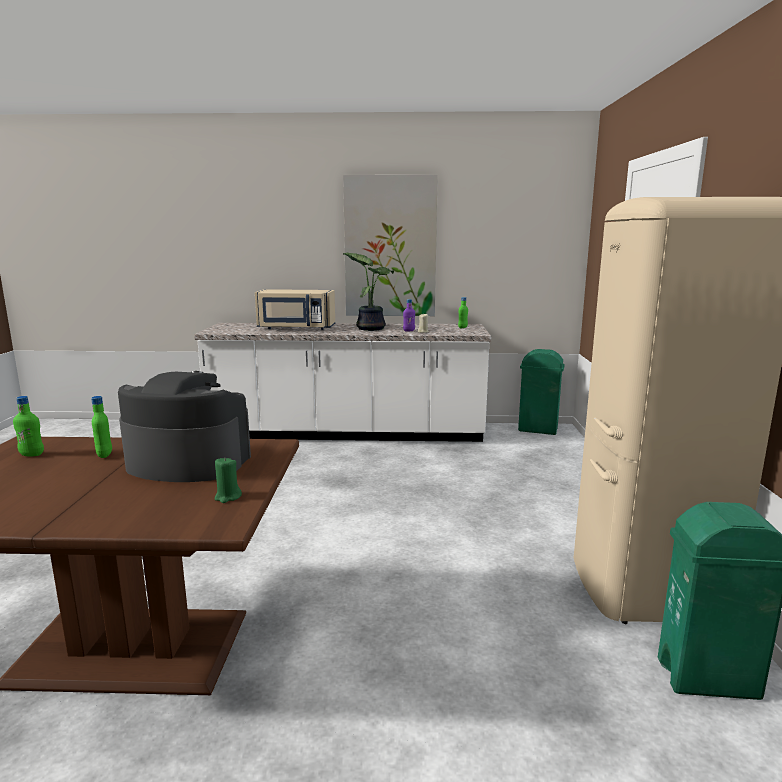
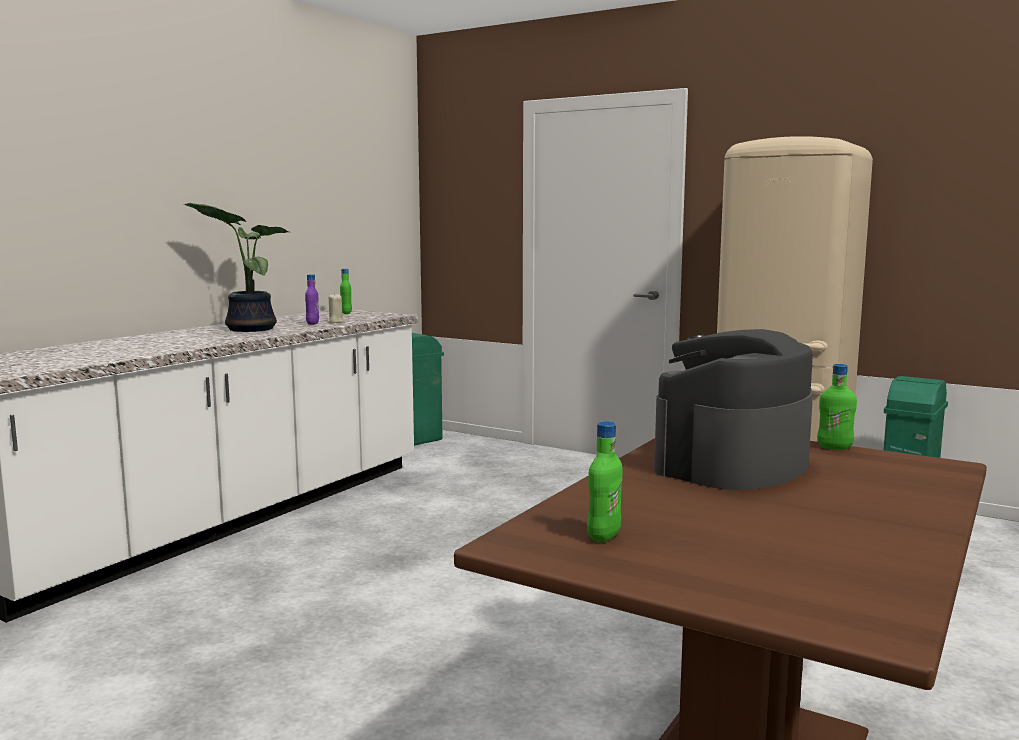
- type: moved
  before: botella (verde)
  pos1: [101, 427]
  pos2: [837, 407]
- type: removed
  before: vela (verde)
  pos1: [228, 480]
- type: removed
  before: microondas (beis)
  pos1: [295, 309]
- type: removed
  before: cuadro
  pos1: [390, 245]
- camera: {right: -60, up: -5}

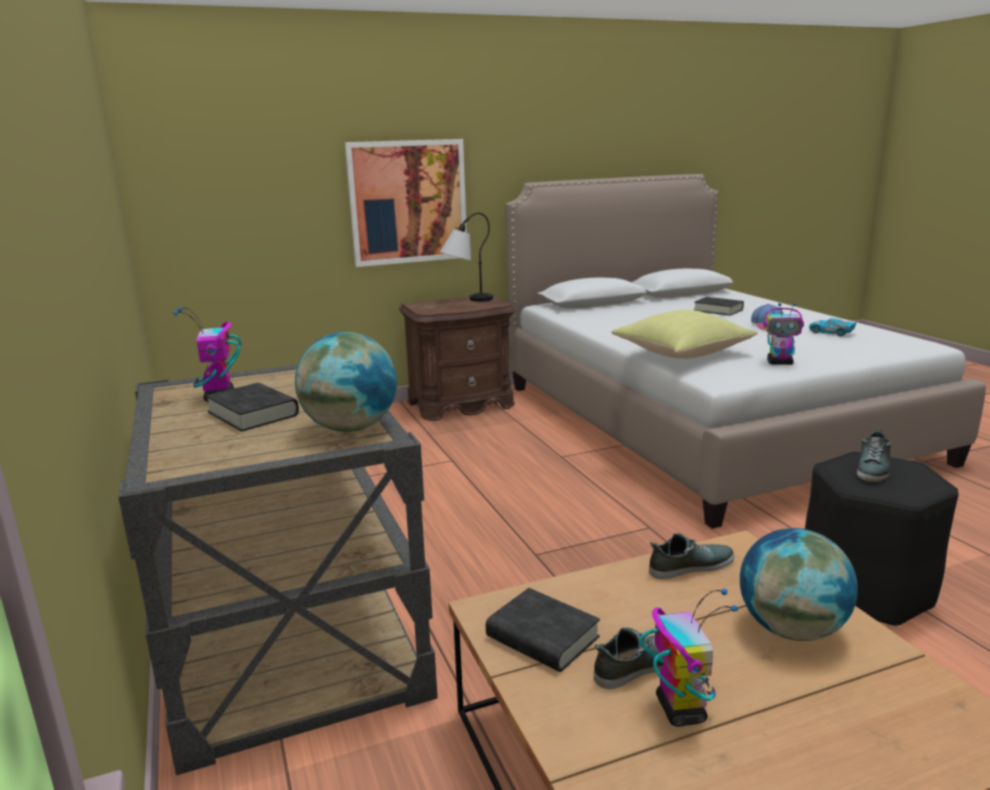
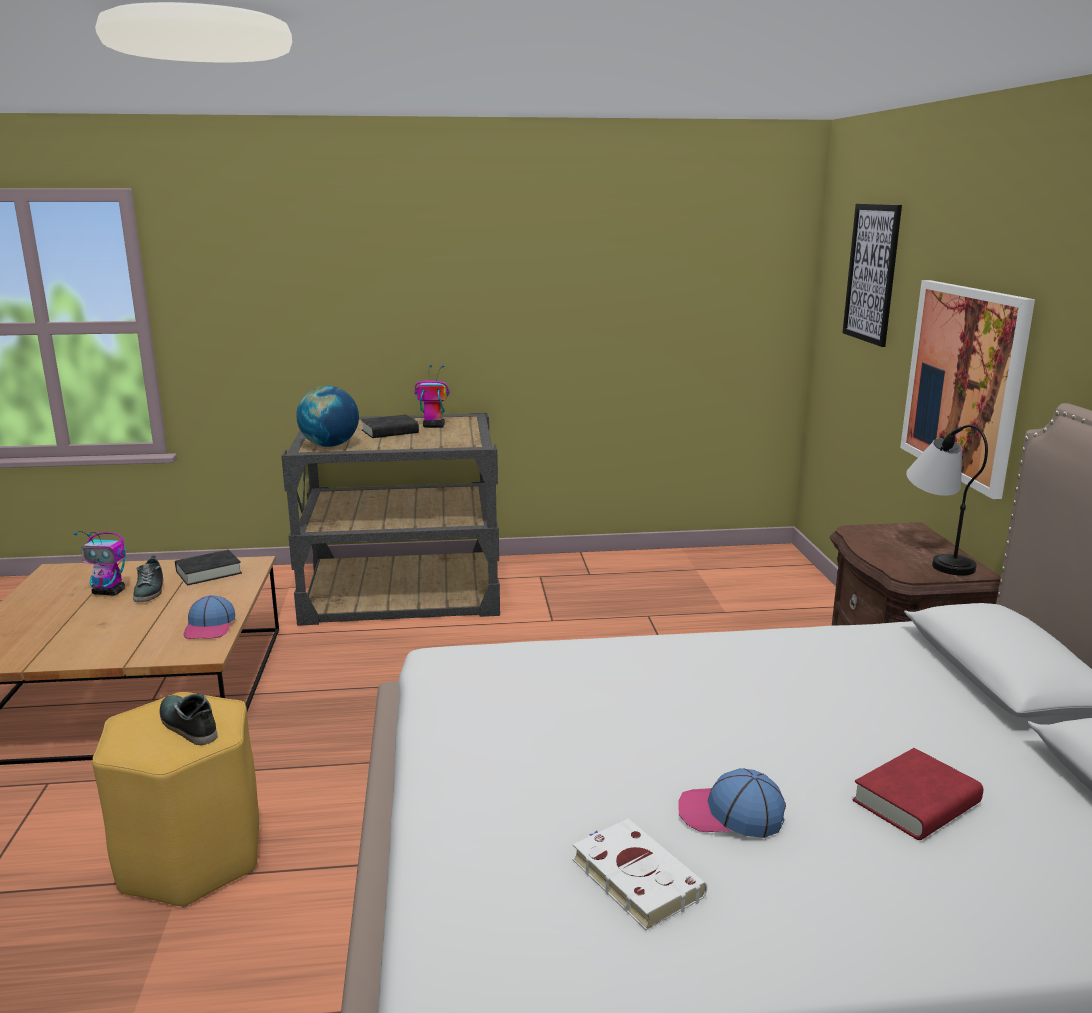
- type: removed
  before: cojín (amarillo)
  pos1: [684, 334]
- type: replaced
  before: zapato
  after: gorra
  pos1: [691, 556]
  pos2: [209, 617]
- type: recoloured
  before: libro (negro)
  after: libro (rojo)
  pos1: [719, 306]
  pos2: [917, 794]
- type: removed
  before: globo terráqueo
  pos1: [799, 584]
- type: removed
  before: robot de juguete
  pos1: [784, 334]
- type: recoloured
  before: taburete (negro)
  after: taburete (amarillo)
  pos1: [882, 539]
  pos2: [175, 800]
- type: replaced
  before: coche de juguete
  after: libro (blanco)
  pos1: [833, 327]
  pos2: [639, 874]
- type: added
  after: cuadro
  pos2: [872, 275]
- camera: {right: 105, up: 0}

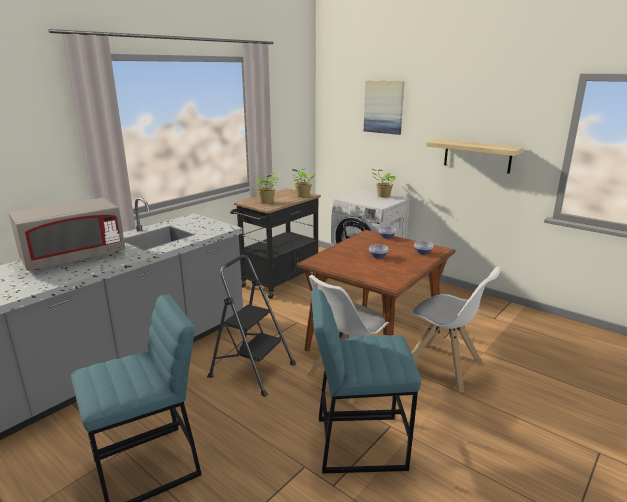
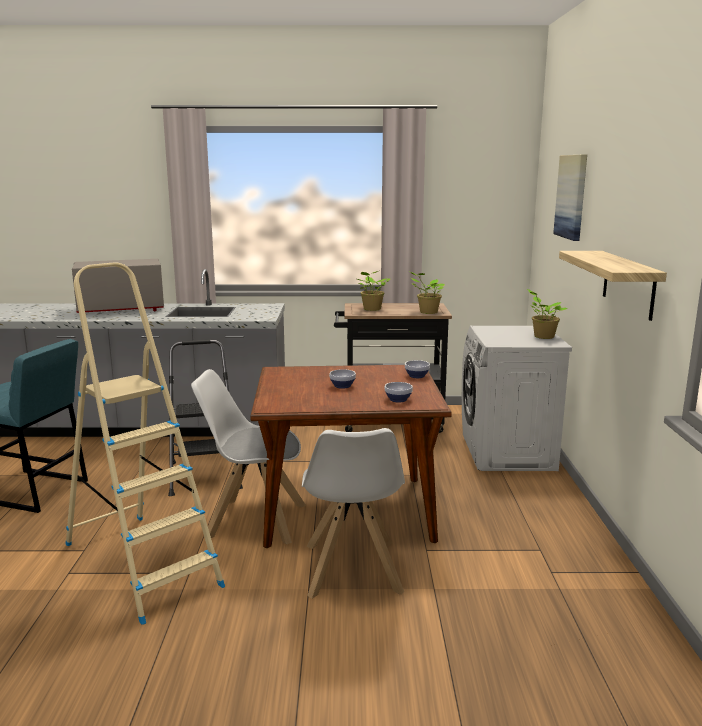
- type: turned
  before: microondas (gris)
  pos1: [67, 234]
  pos2: [118, 286]
  turn: 150
- type: replaced
  before: taburete (azul)
  after: escalera de tijera (beis)
  pos1: [366, 381]
  pos2: [145, 443]
- camera: {right: 50, up: -5}

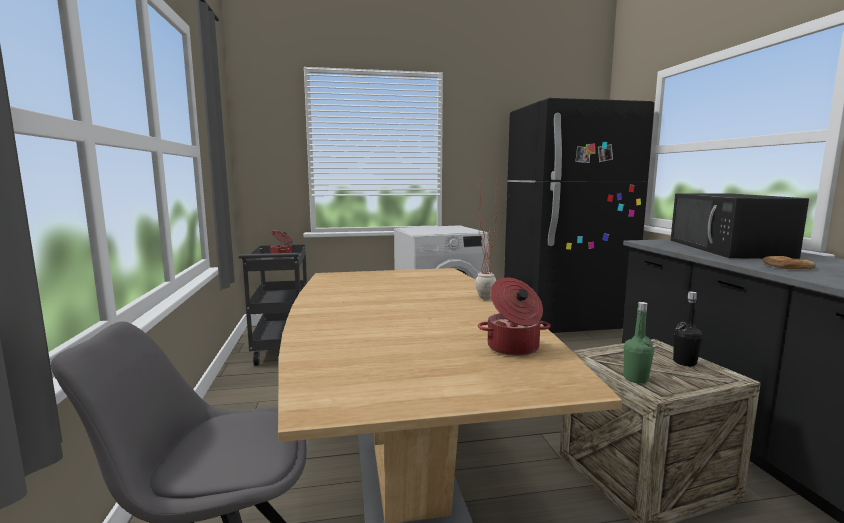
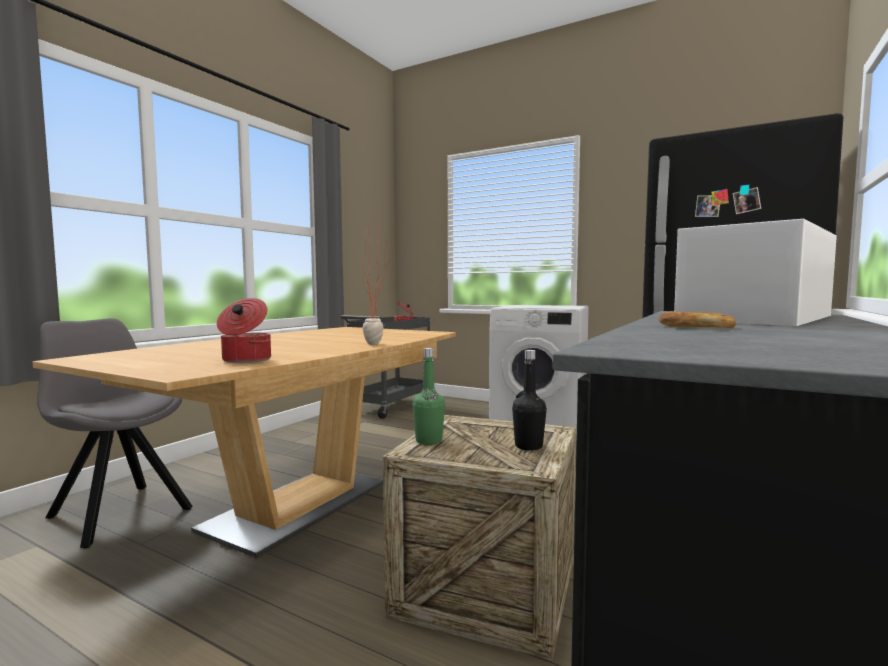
- type: recoloured
  before: microondas (negro)
  after: microondas (blanco)
  pos1: [739, 226]
  pos2: [755, 272]
- camera: {right: 40, up: -5}

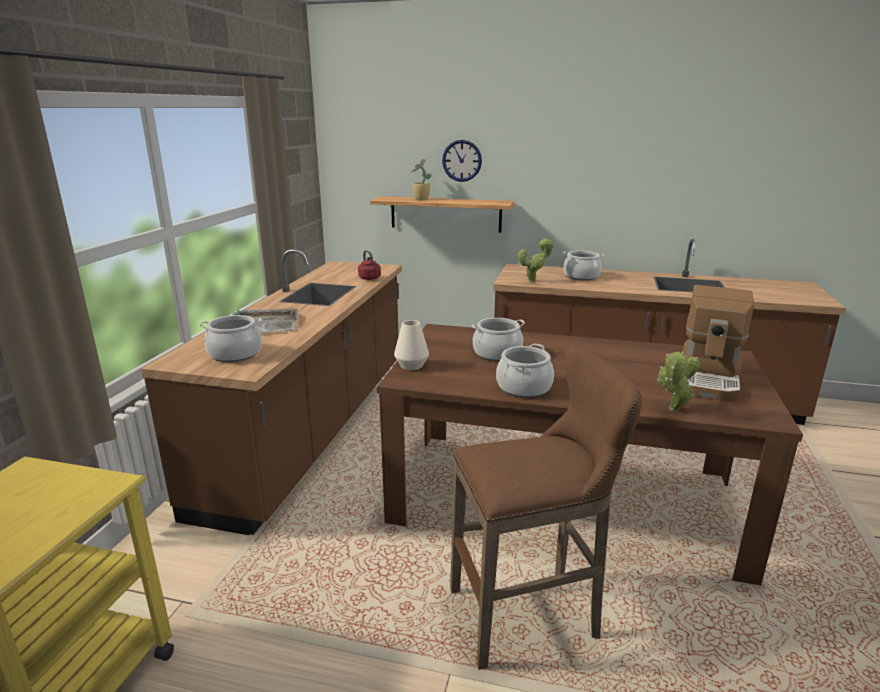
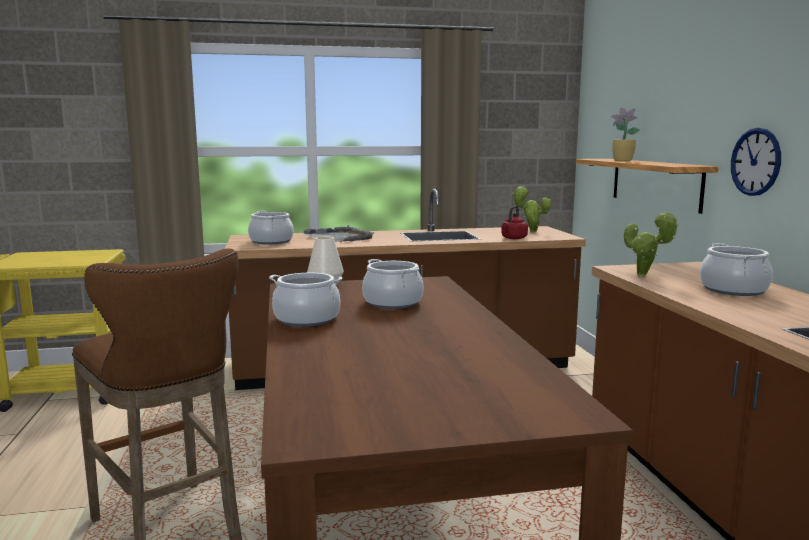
- type: moved
  before: reloj de pared
  pos1: [462, 161]
  pos2: [756, 162]
- type: moved
  before: planta en maceta
  pos1: [678, 381]
  pos2: [531, 209]
- type: removed
  before: cafetera
  pos1: [718, 343]
- camera: {right: 65, up: -10}

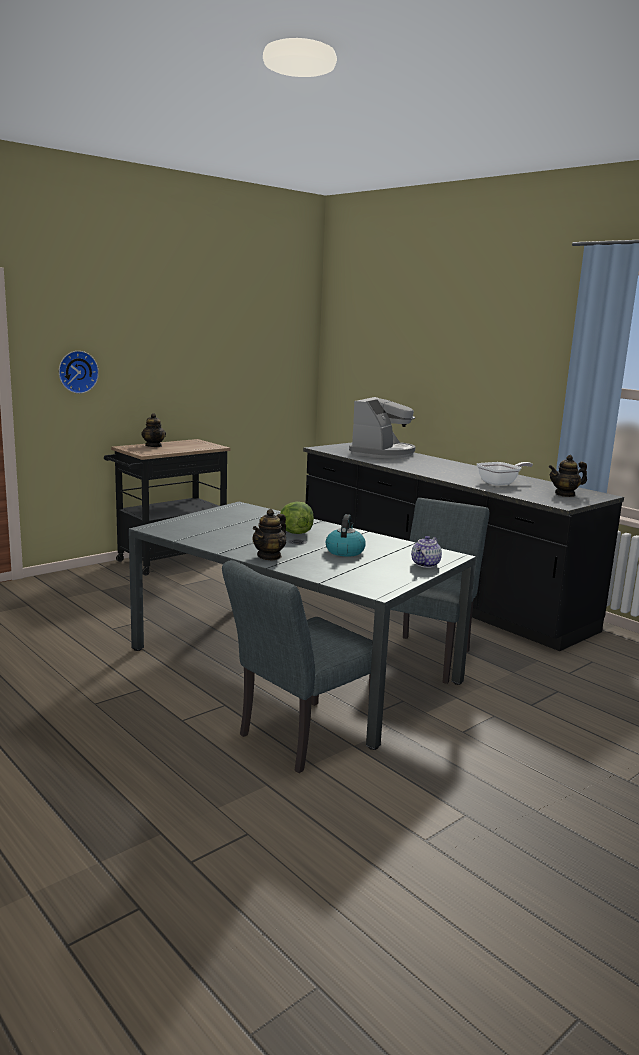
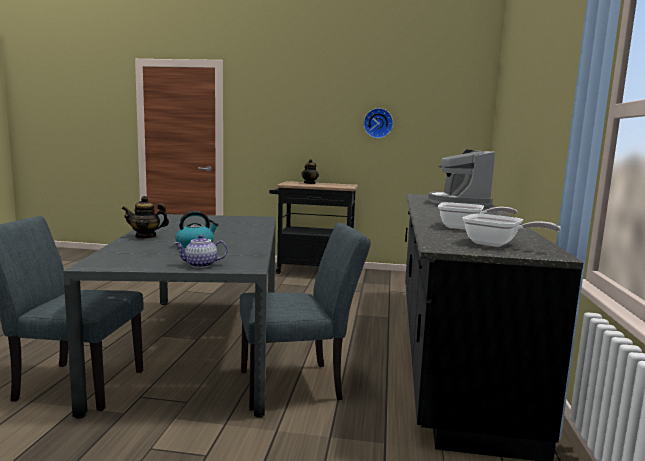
- type: moved
  before: reloj de pared
  pos1: [79, 372]
  pos2: [378, 123]
- type: removed
  before: lechuga
  pos1: [297, 518]
- type: turned
  before: cafetera
  pos1: [382, 427]
  pos2: [461, 178]
  turn: 105
- type: replaced
  before: tetera
  after: sartén
  pos1: [568, 476]
  pos2: [511, 230]
- camera: {right: 50, up: -5}

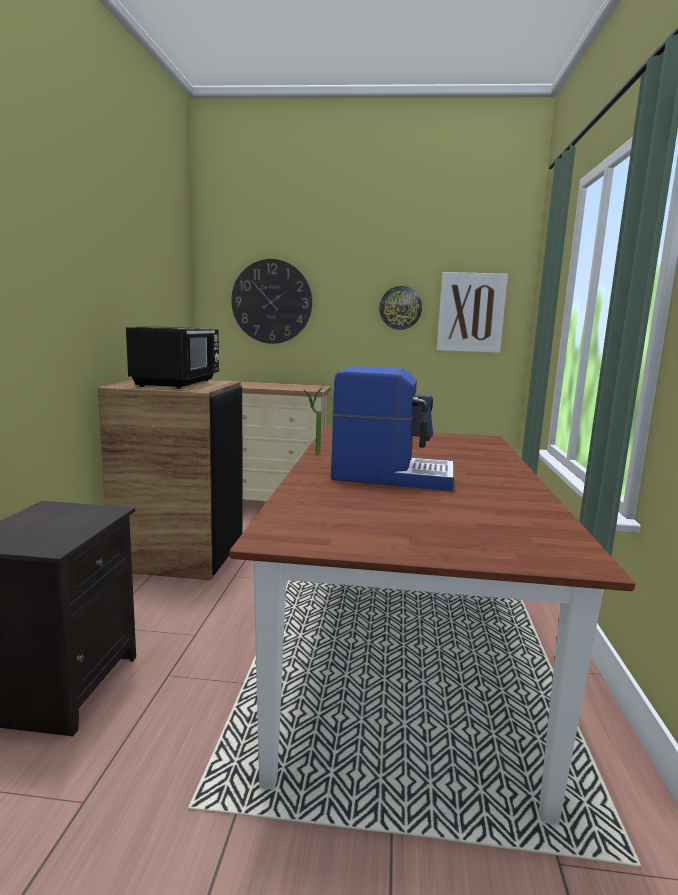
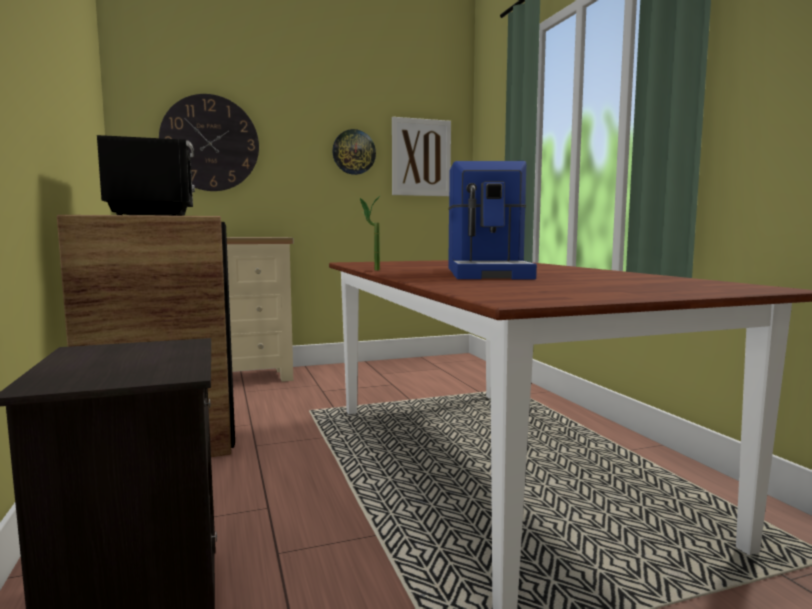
- type: turned
  before: cafetera
  pos1: [392, 428]
  pos2: [492, 220]
  turn: 105
- camera: {right: -25, up: -5}

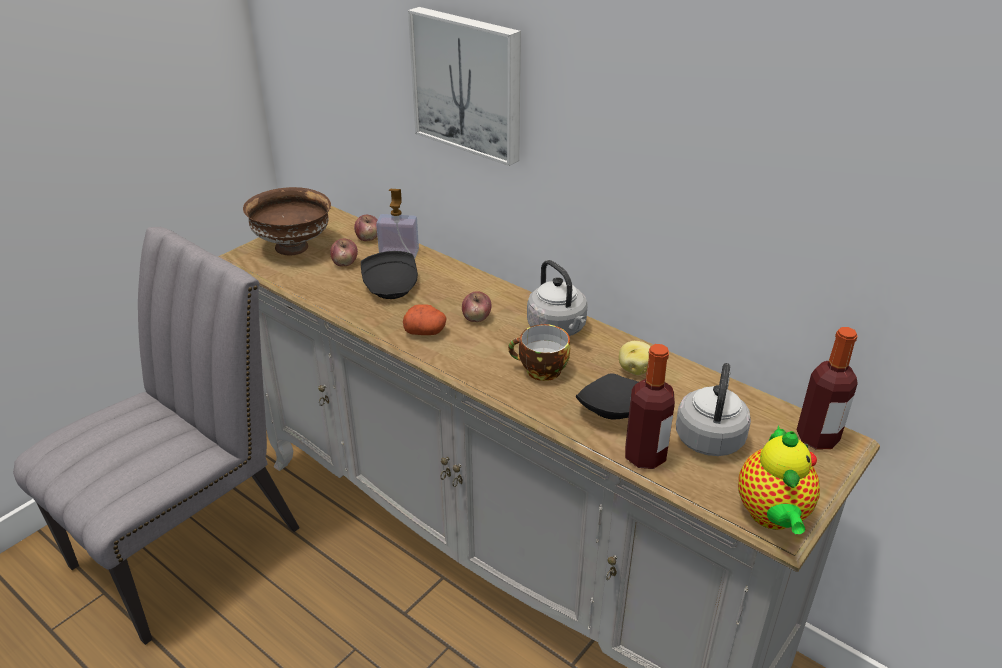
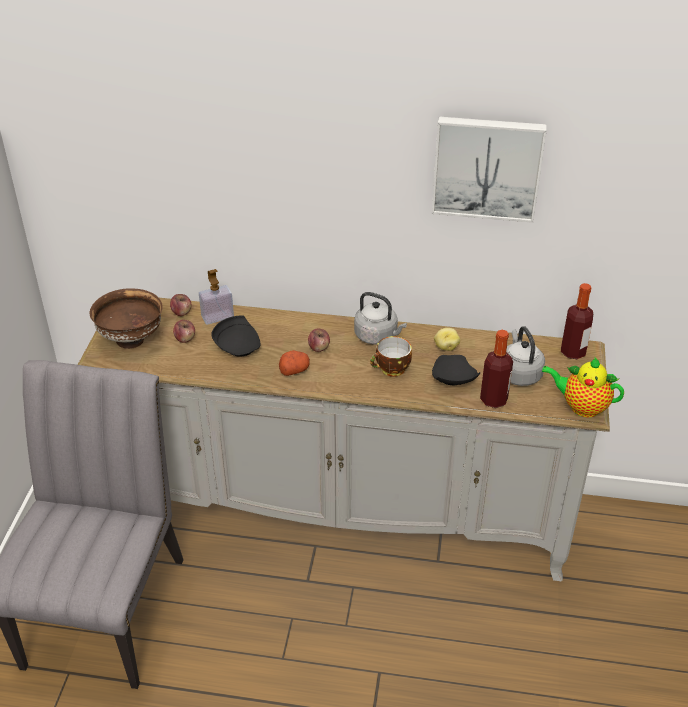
- type: moved
  before: cuadro
  pos1: [464, 86]
  pos2: [489, 169]
- type: turned
  before: tetera
  pos1: [779, 479]
  pos2: [583, 387]
  turn: 135
- camera: {right: -30, up: 5}

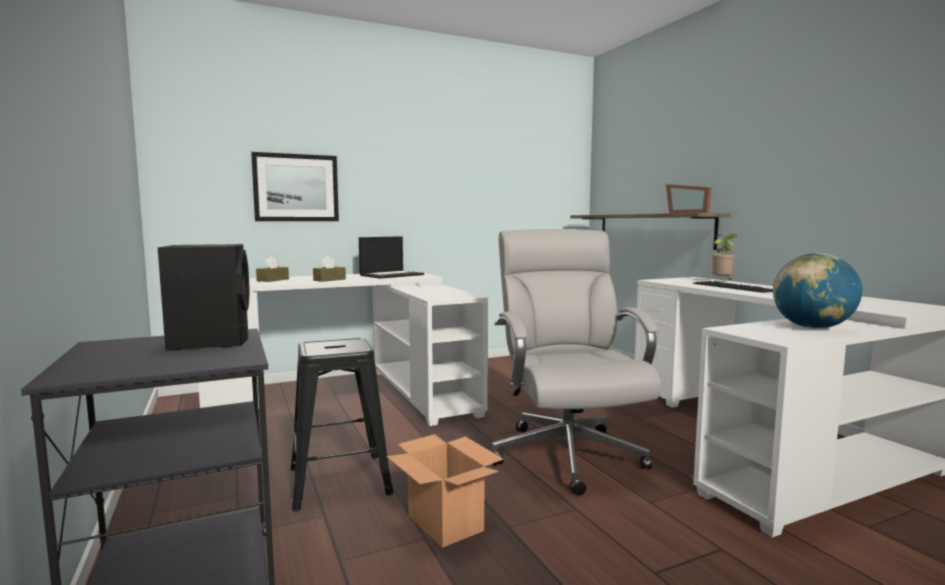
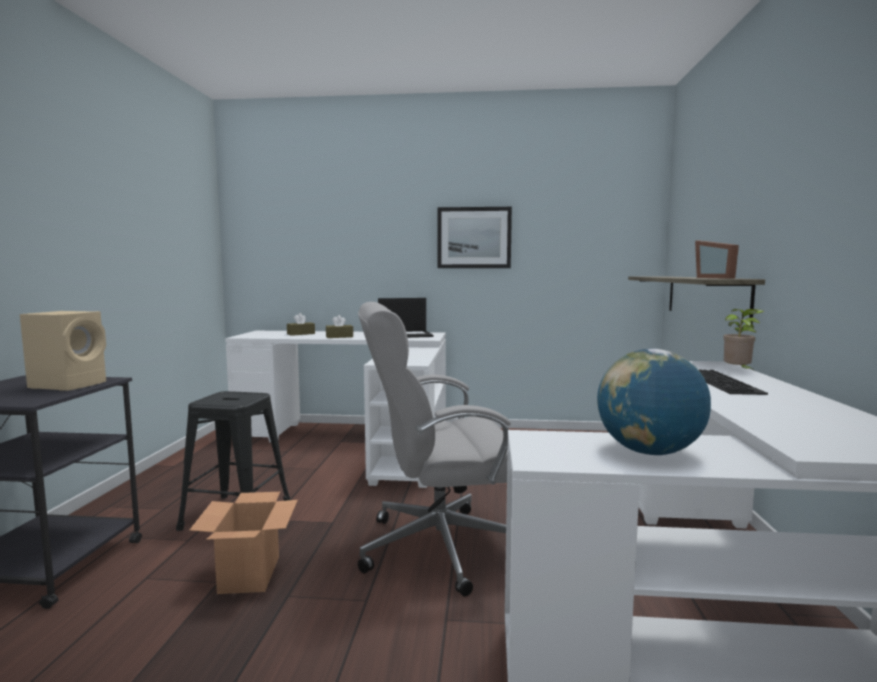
- type: recoloured
  before: altavoz (negro)
  after: altavoz (beis)
  pos1: [203, 297]
  pos2: [63, 351]
- type: moved
  before: cuadro
  pos1: [295, 186]
  pos2: [474, 237]
- type: turned
  before: silla de oficina (gris)
  pos1: [576, 362]
  pos2: [434, 449]
  turn: -120
- camera: {right: 30, up: 0}

